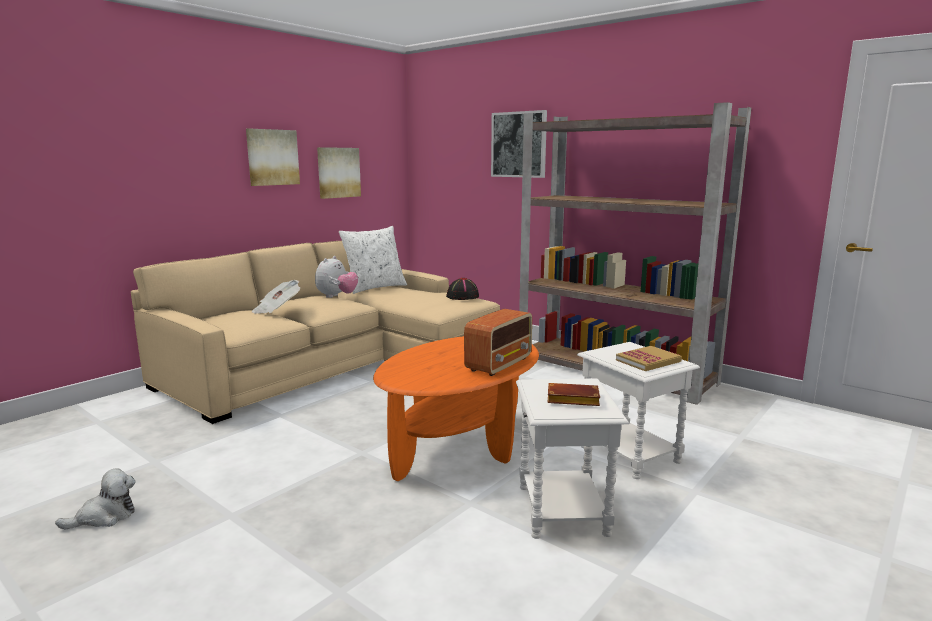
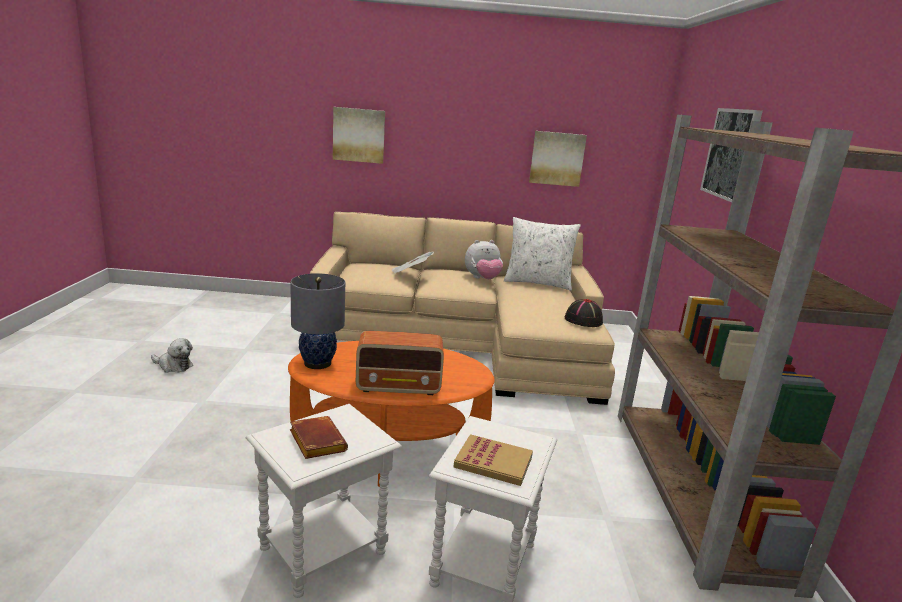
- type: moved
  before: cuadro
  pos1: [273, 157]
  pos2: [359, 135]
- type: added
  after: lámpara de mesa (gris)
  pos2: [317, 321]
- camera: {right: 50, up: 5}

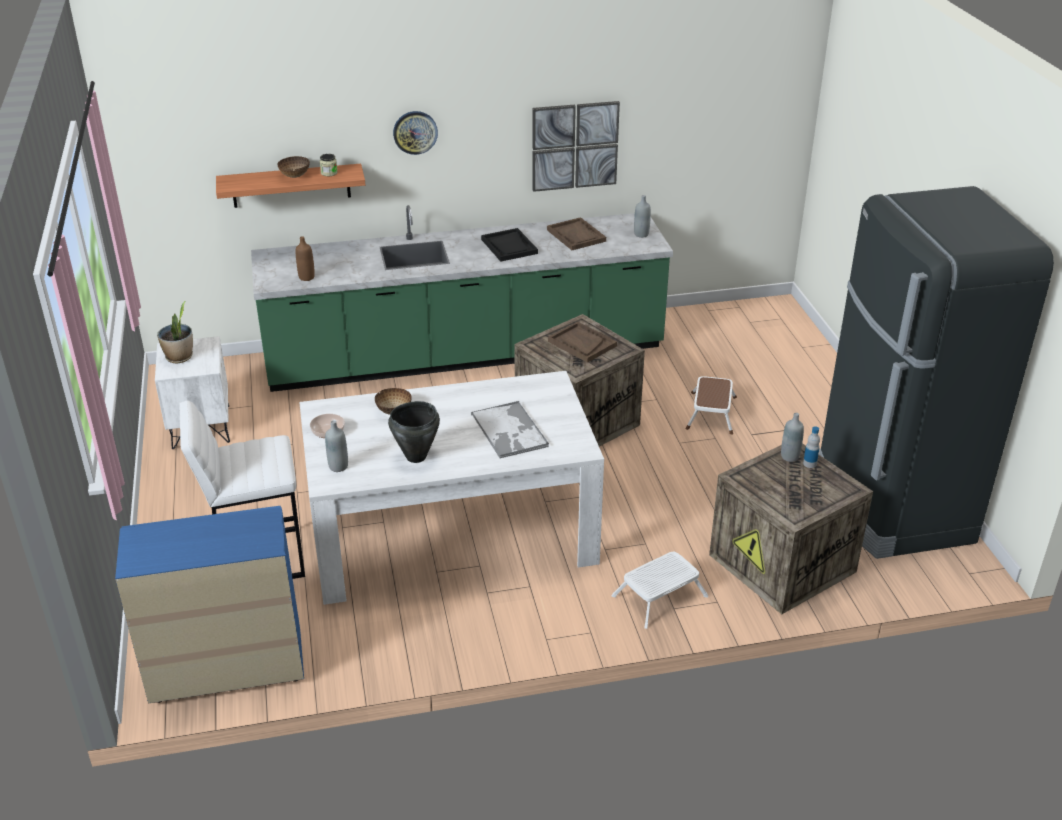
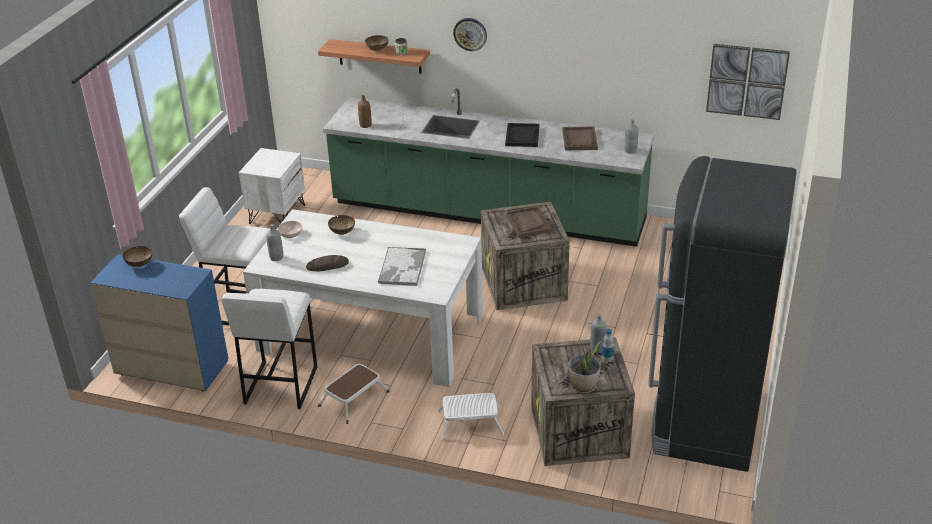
- type: moved
  before: planta en maceta
  pos1: [175, 332]
  pos2: [584, 367]
- type: replaced
  before: olla (negro)
  after: pan
  pos1: [414, 432]
  pos2: [327, 263]
- type: moved
  before: cuadro
  pos1: [576, 146]
  pos2: [748, 82]
- type: moved
  before: escalera de tijera (marrón)
  pos1: [711, 405]
  pos2: [354, 394]
- type: added
  after: cuenco
  pos2: [137, 256]
- type: added
  after: taburete (blanco)
  pos2: [269, 349]
- camera: {right: 30, up: 0}

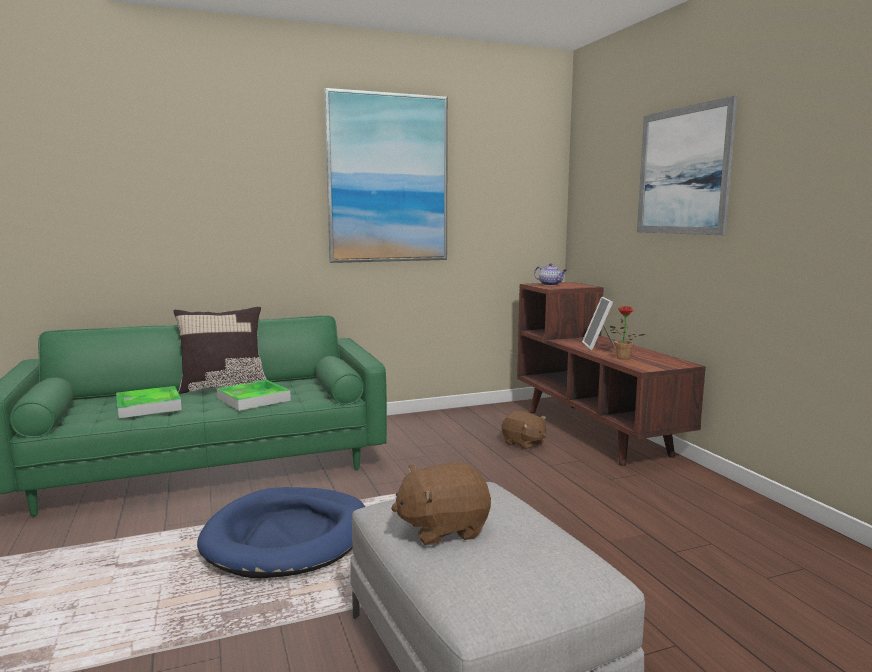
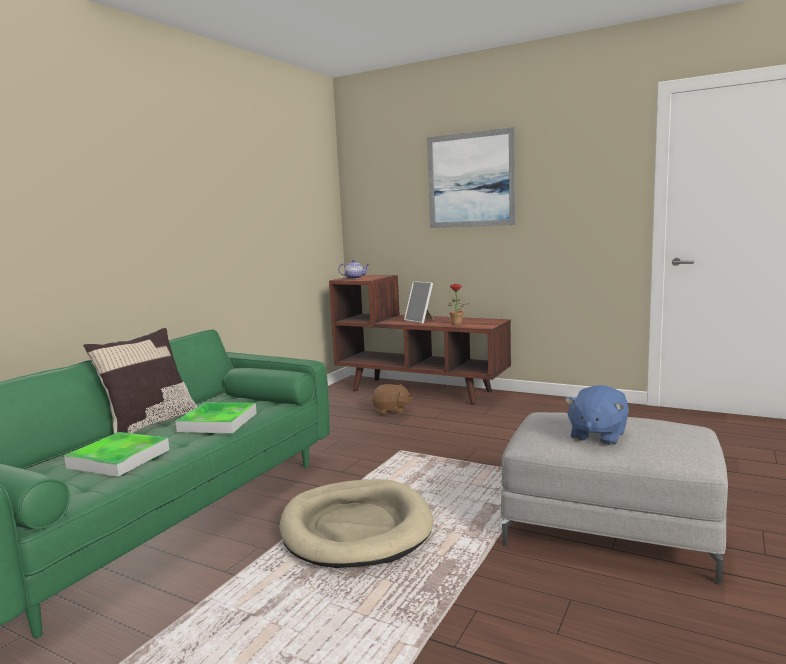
- type: recoloured
  before: cama para perro (azul)
  after: cama para perro (beis)
  pos1: [281, 533]
  pos2: [356, 523]
- type: removed
  before: cuadro
  pos1: [386, 175]
- type: recoloured
  before: peluche (marrón)
  after: peluche (azul)
  pos1: [441, 504]
  pos2: [597, 415]
- camera: {right: -40, up: 0}

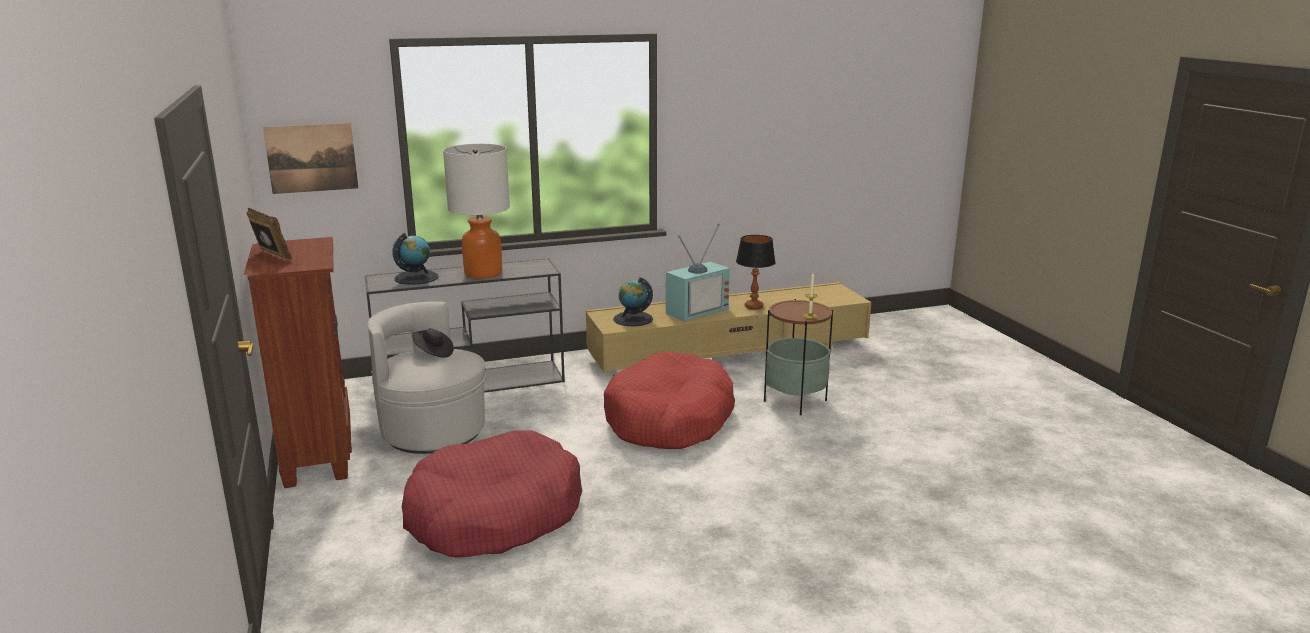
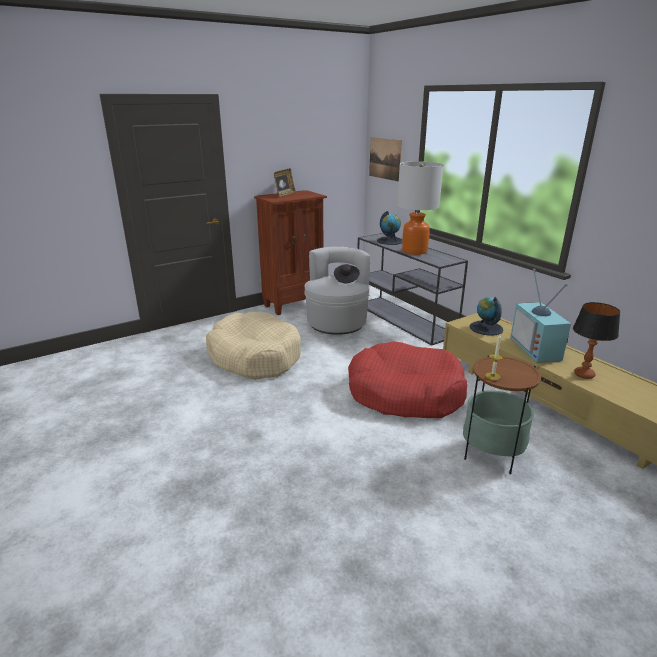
- type: recoloured
  before: cama para perro (rojo)
  after: cama para perro (beis)
  pos1: [492, 494]
  pos2: [253, 346]
- type: turned
  before: televisor
  pos1: [698, 272]
  pos2: [540, 315]
  turn: 45
- camera: {right: 75, up: 5}

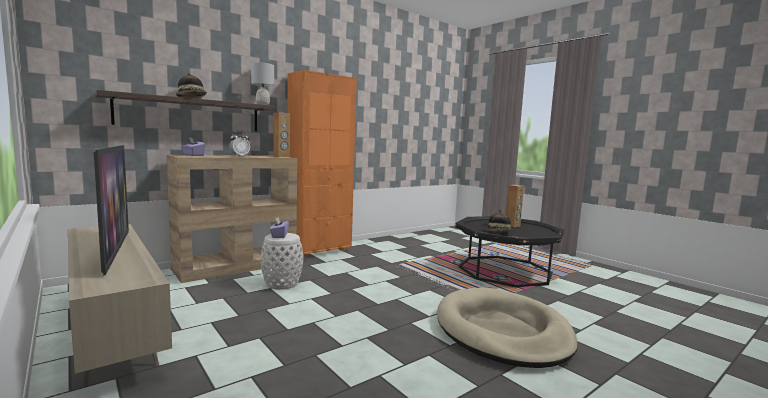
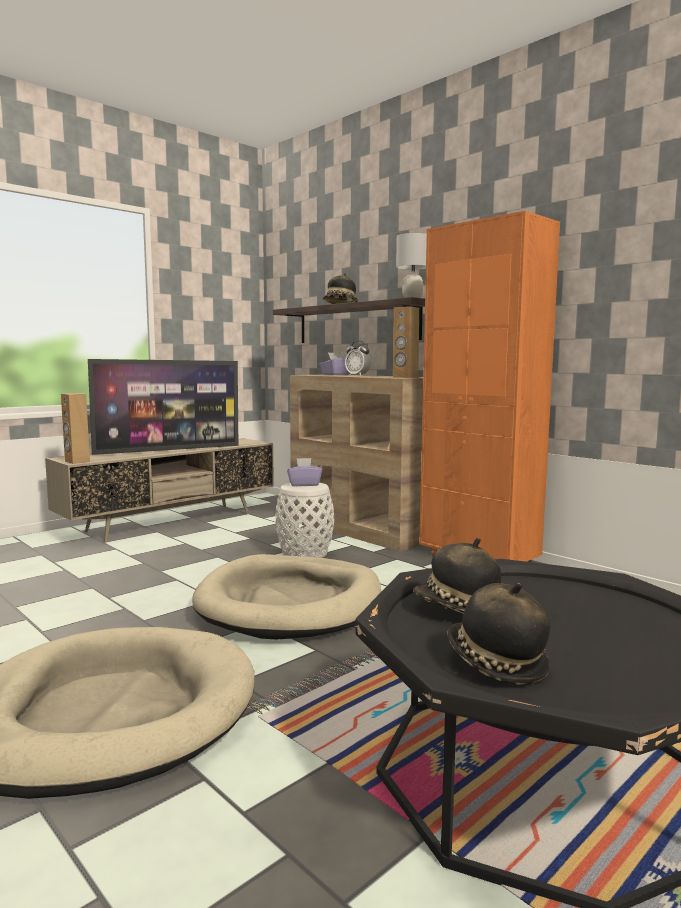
- type: moved
  before: altavoz (marrón)
  pos1: [515, 206]
  pos2: [75, 428]
- type: added
  after: cama para perro (beis)
  pos2: [286, 597]
- type: added
  after: sombrero
  pos2: [498, 634]
- camera: {right: 85, up: 0}

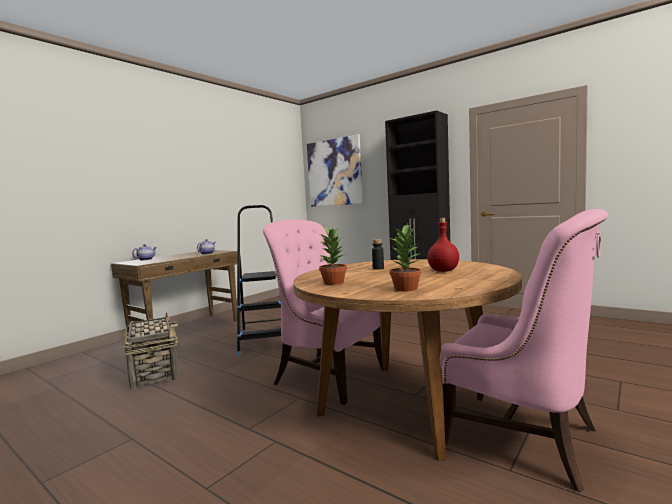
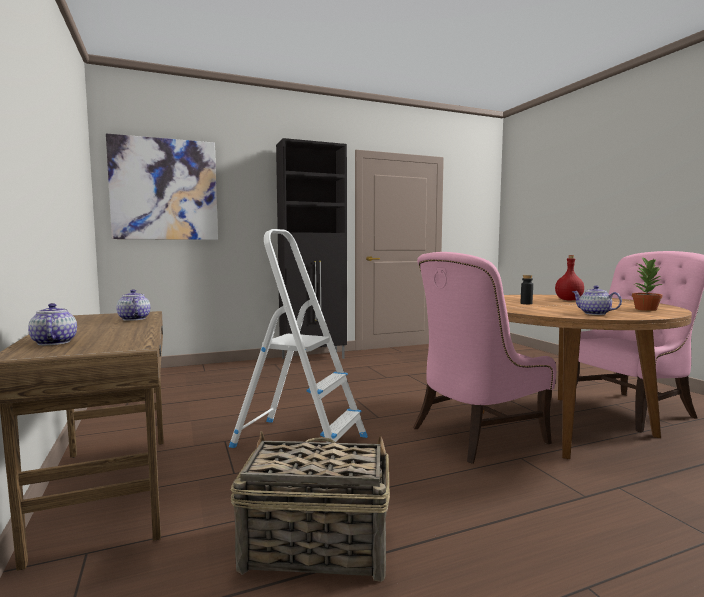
- type: recoloured
  before: escalera de tijera (negro)
  after: escalera de tijera (blanco)
  pos1: [259, 280]
  pos2: [298, 338]
- type: replaced
  before: planta en maceta
  after: tetera
  pos1: [333, 255]
  pos2: [597, 300]
- camera: {right: -60, up: 0}

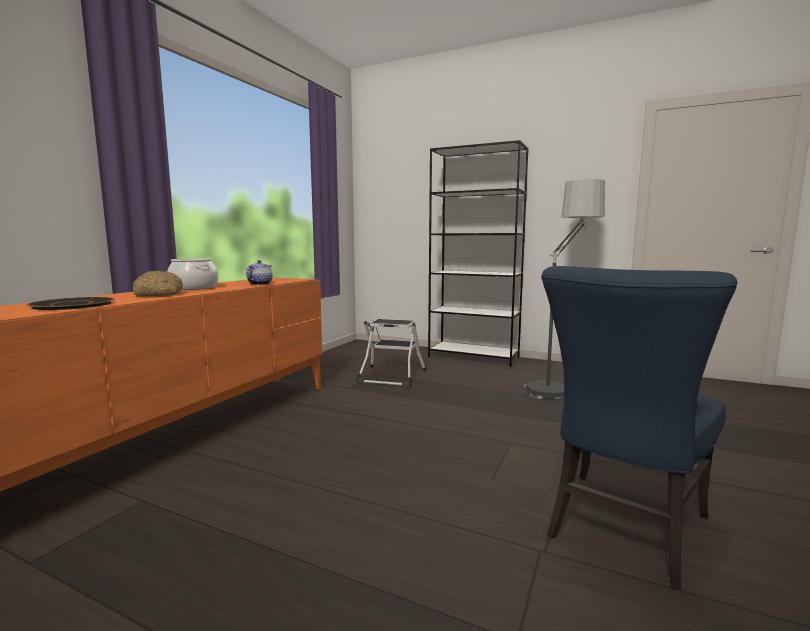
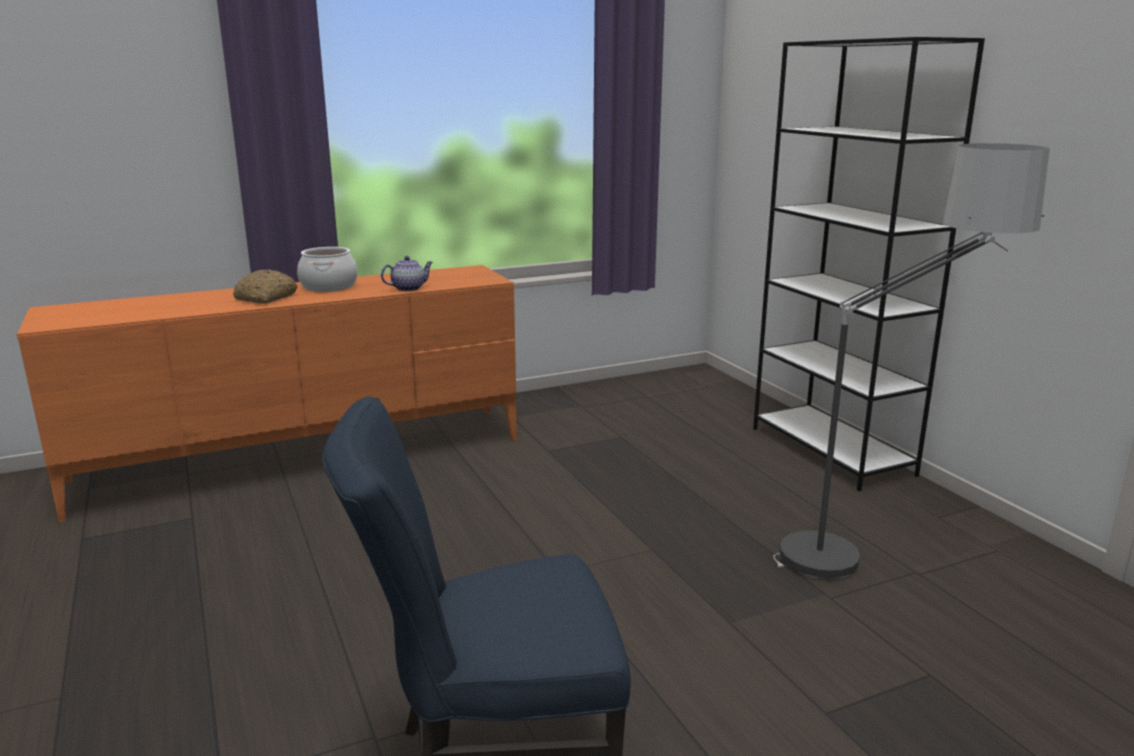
- type: removed
  before: plato (negro)
  pos1: [70, 303]
- type: removed
  before: escalera de tijera
  pos1: [391, 353]
- camera: {right: 40, up: 10}

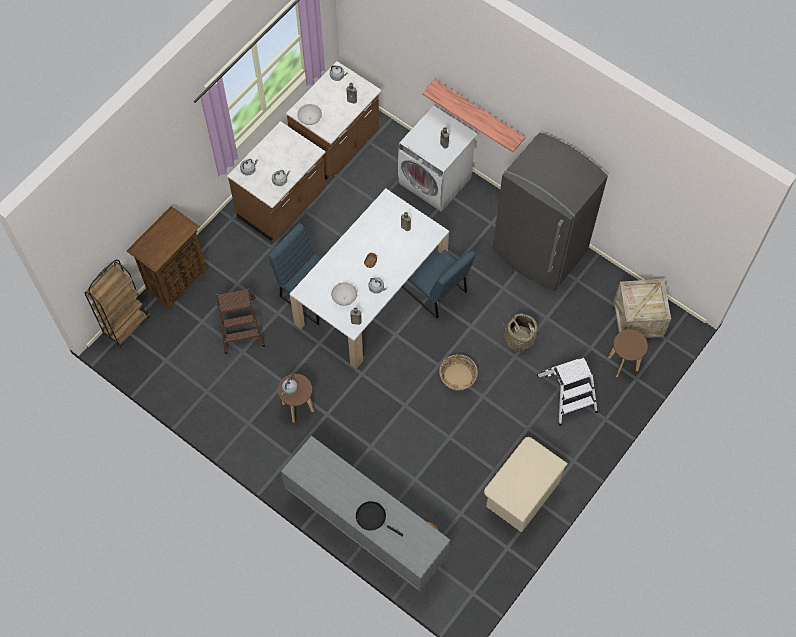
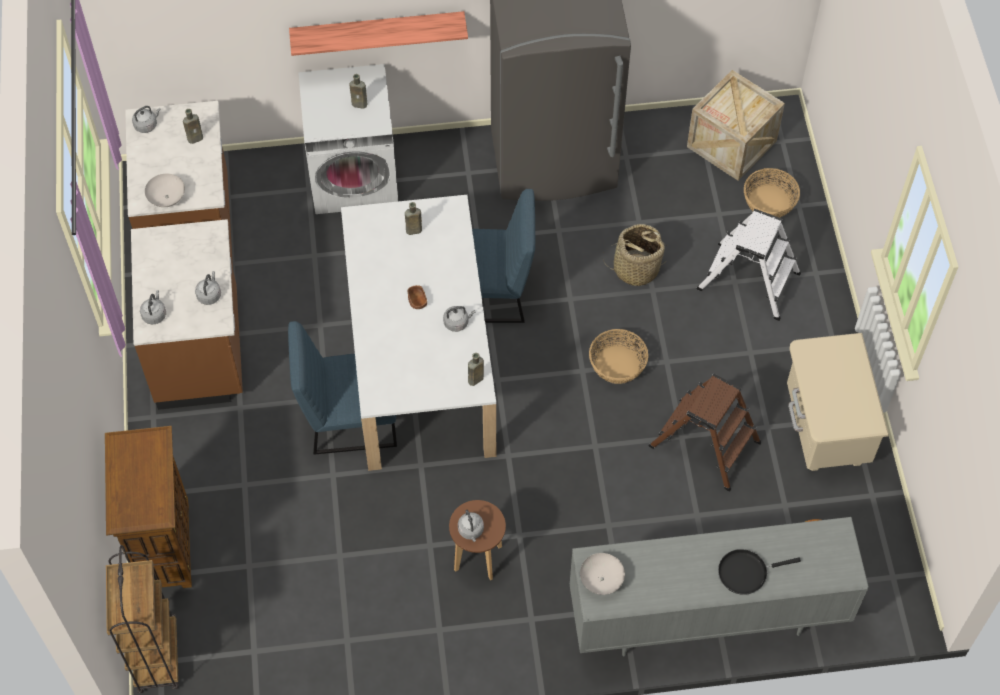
- type: moved
  before: escalera de tijera (marrón)
  pos1: [240, 322]
  pos2: [704, 432]
- type: moved
  before: cuenco (blanco)
  pos1: [344, 294]
  pos2: [602, 574]
- type: replaced
  before: taburete (marrón)
  after: cesta
  pos1: [628, 353]
  pos2: [772, 193]
- camera: {right: -45, up: -5}

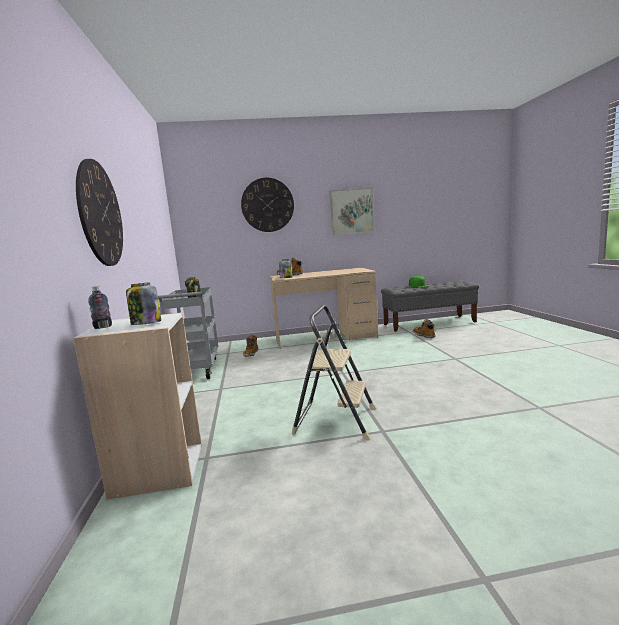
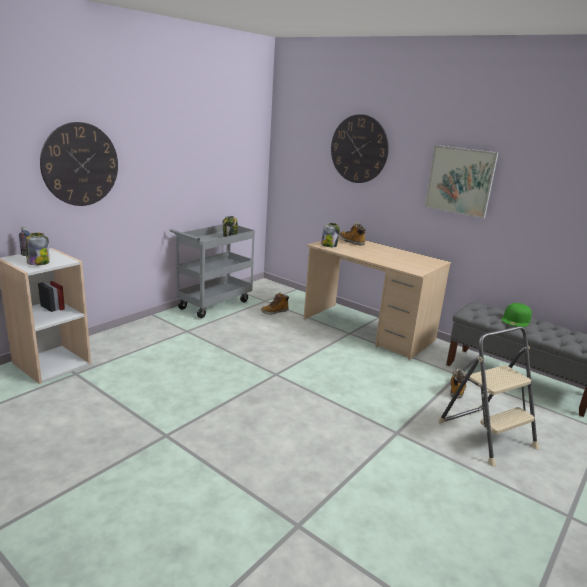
- type: moved
  before: escalera de tijera (beis)
  pos1: [334, 372]
  pos2: [489, 396]
- camera: {right: 45, up: 10}

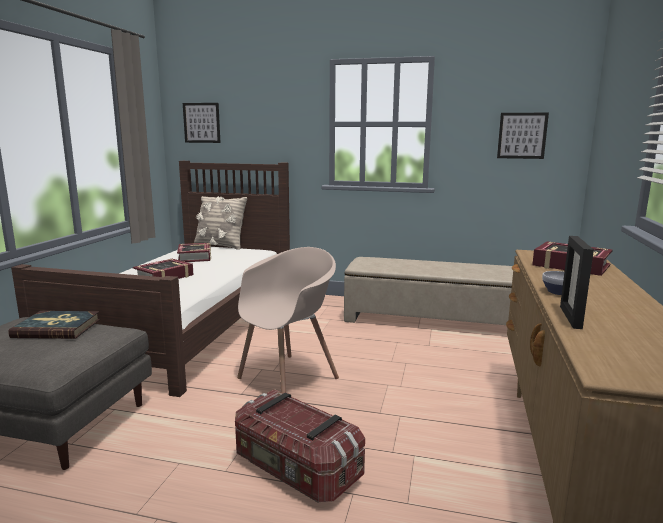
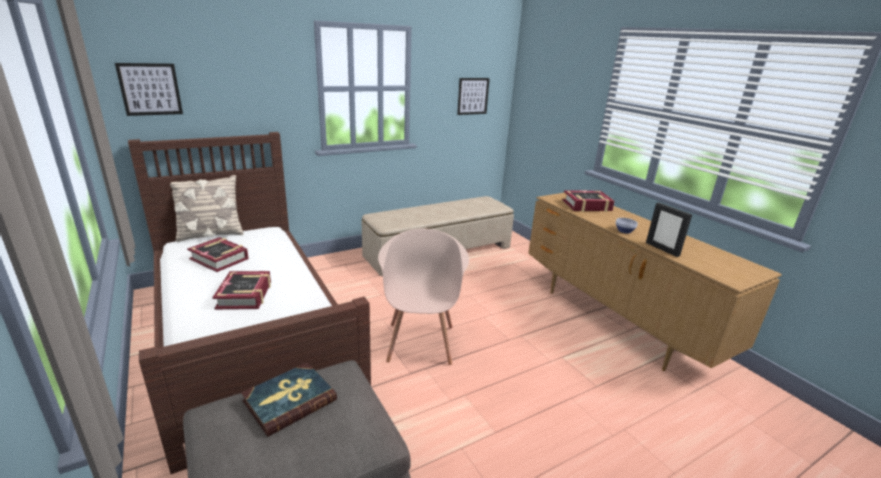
- type: removed
  before: caja de almacenaje
  pos1: [300, 445]
- camera: {right: -45, up: 10}

